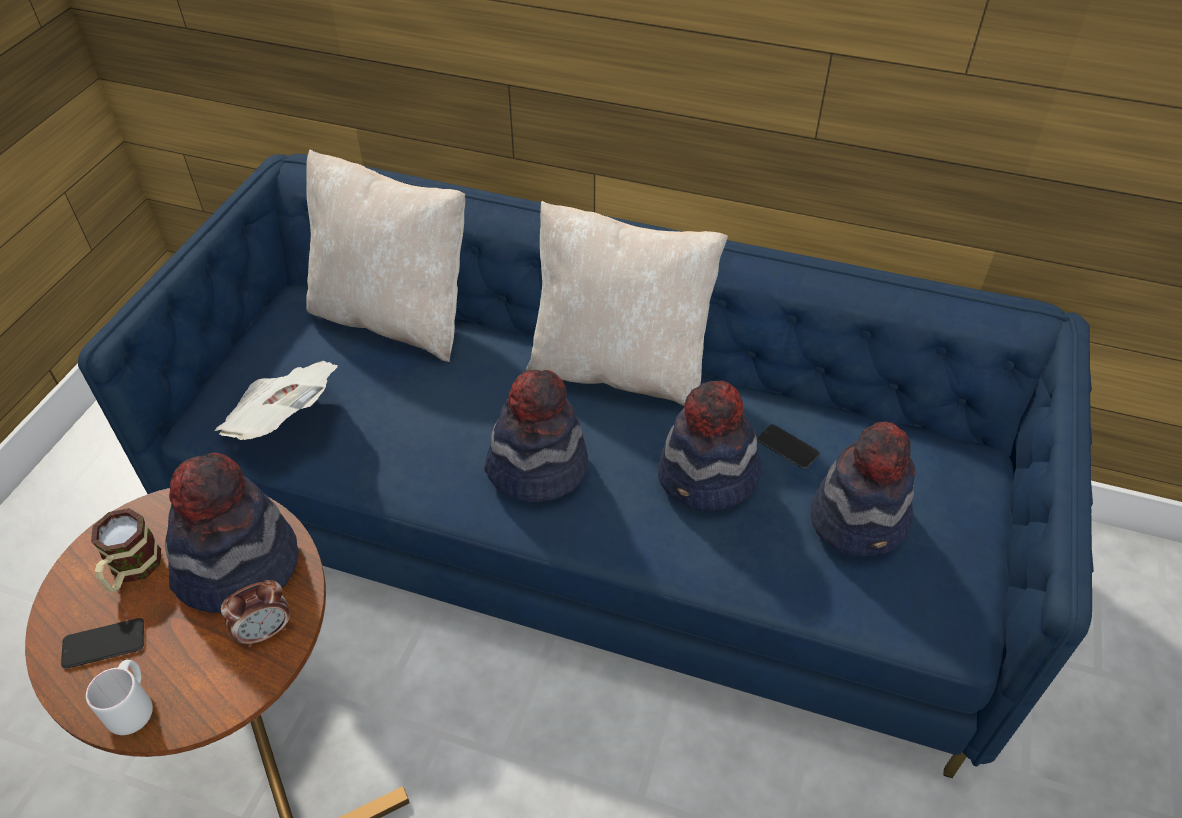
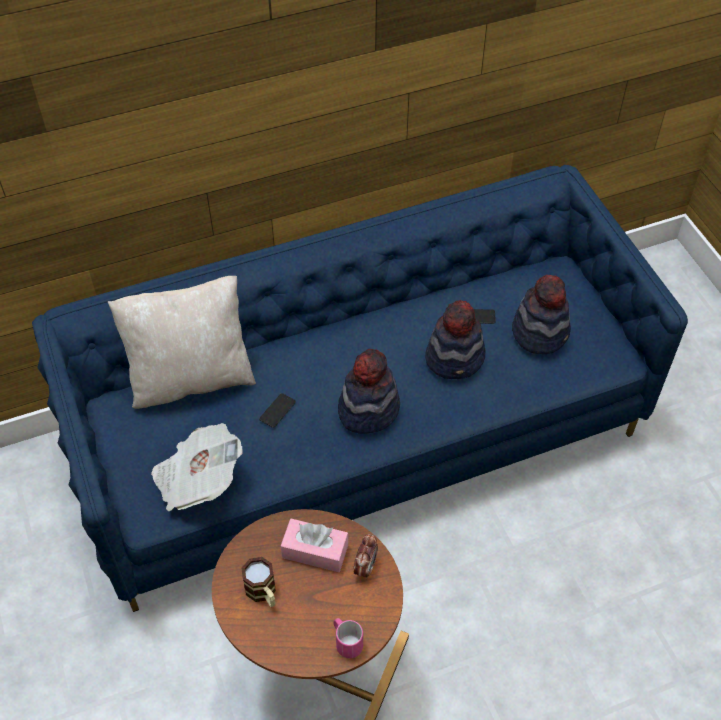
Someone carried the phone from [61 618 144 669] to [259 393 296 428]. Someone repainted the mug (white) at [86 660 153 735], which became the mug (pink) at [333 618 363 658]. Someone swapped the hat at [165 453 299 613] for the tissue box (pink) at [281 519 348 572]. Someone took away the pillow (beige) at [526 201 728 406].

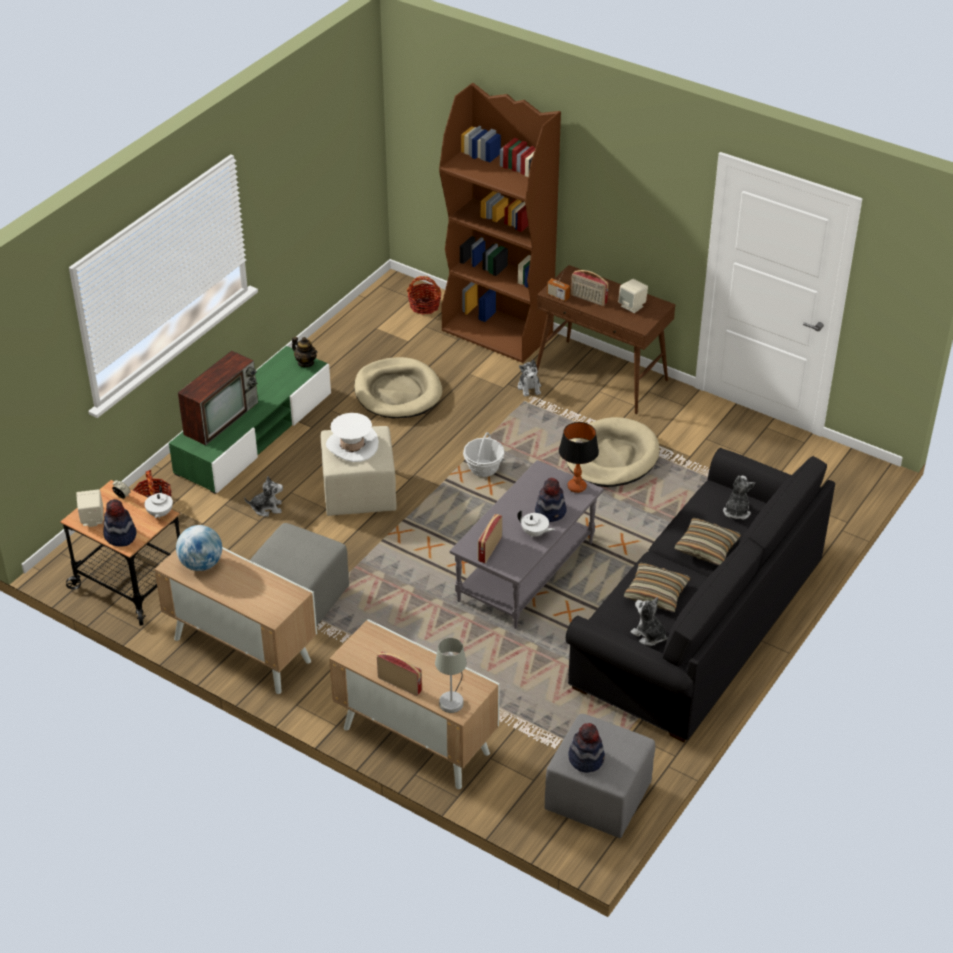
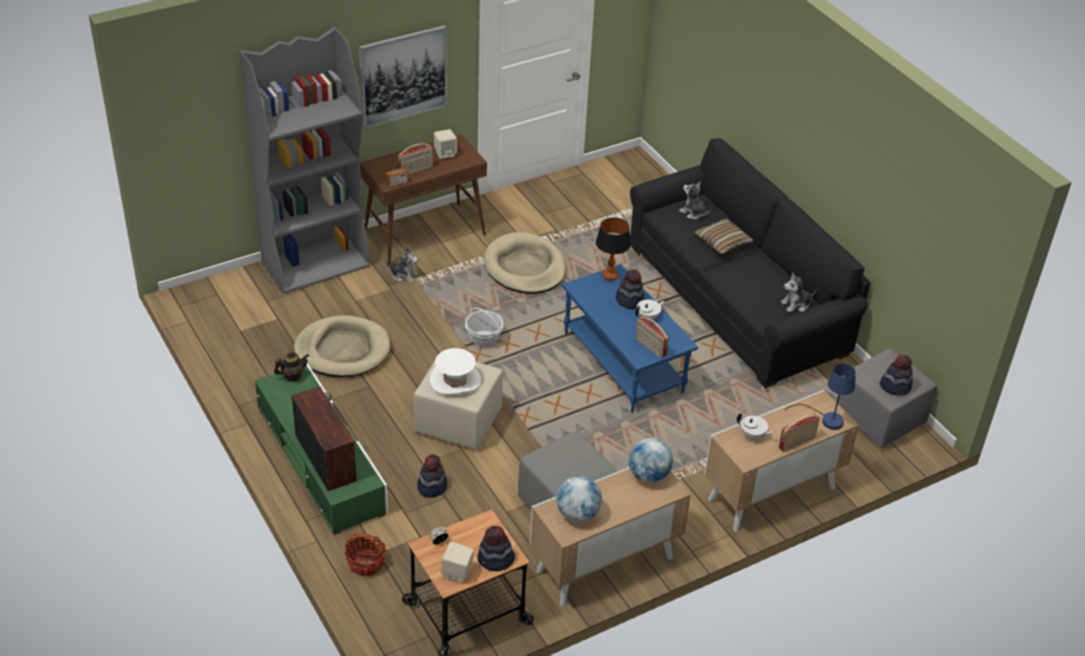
Someone carried the teapot (white) from [144 485 173 519] to [737 413 775 439]. Someone swapped the plush toy at [244 476 283 517] for the hat at [417 454 448 498]. Someone took away the basket at [407 276 441 314]. Someone repainted the table lamp (grey) at [435 638 467 713], which became the table lamp (blue) at [784 364 856 430]. Someone repainted the bookcase (brown) at [439 83 561 363], which became the bookcase (grey) at [239 27 370 294]. Someone repainted the coffee table (grey) at [450 460 604 629], which became the coffee table (blue) at [562 264 698 413]. Someone took away the pillow at [624 562 691 612]. Someone put up the picture at [359 25 447 129]. Someone put down the globe at [628 438 673 483].

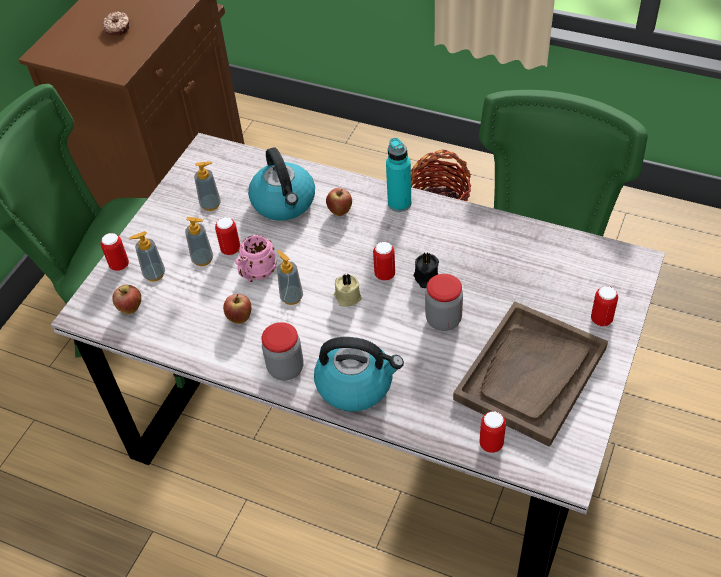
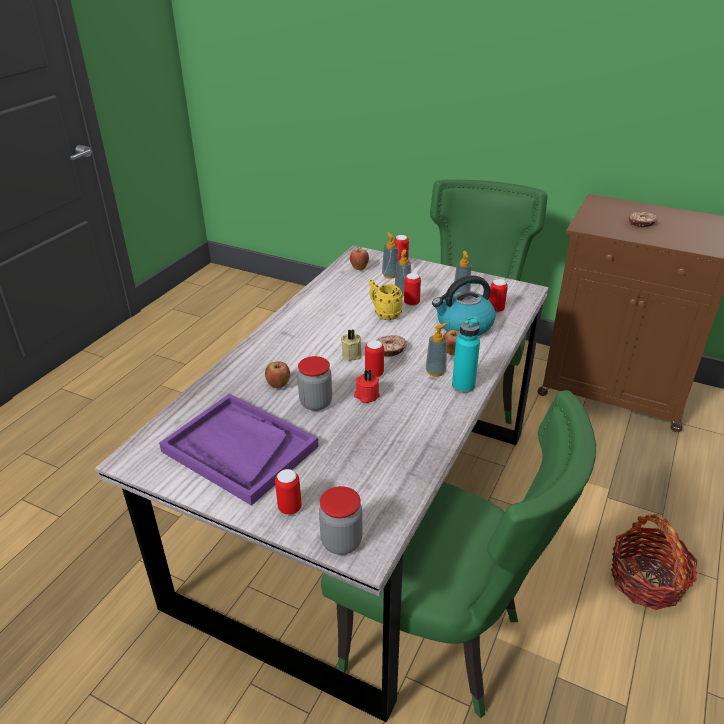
Someone carried the apple from [223 294 251 324] to [265 361 290 388]. Someone repainted the mug (pink) at [235 235 277 282], which became the mug (yellow) at [369 280 403 320]. Someone carried the jar from [261 322 304 381] to [319 486 362 555]. Someone carried the soap dispenser from [277 250 303 305] to [426 323 448 377]. Someone took away the kettle at [314 337 404 412]. Someone repainted the candle (black) at [414 253 439 288], which became the candle (red) at [354 369 380 403]. Someone repainted the tray (brown) at [453 301 608 447], which became the tray (purple) at [159 393 319 506]. Someone carried the can from [479 411 506 453] to [489 279 508 313]. Someone put down the donut at [377 335 407 357].

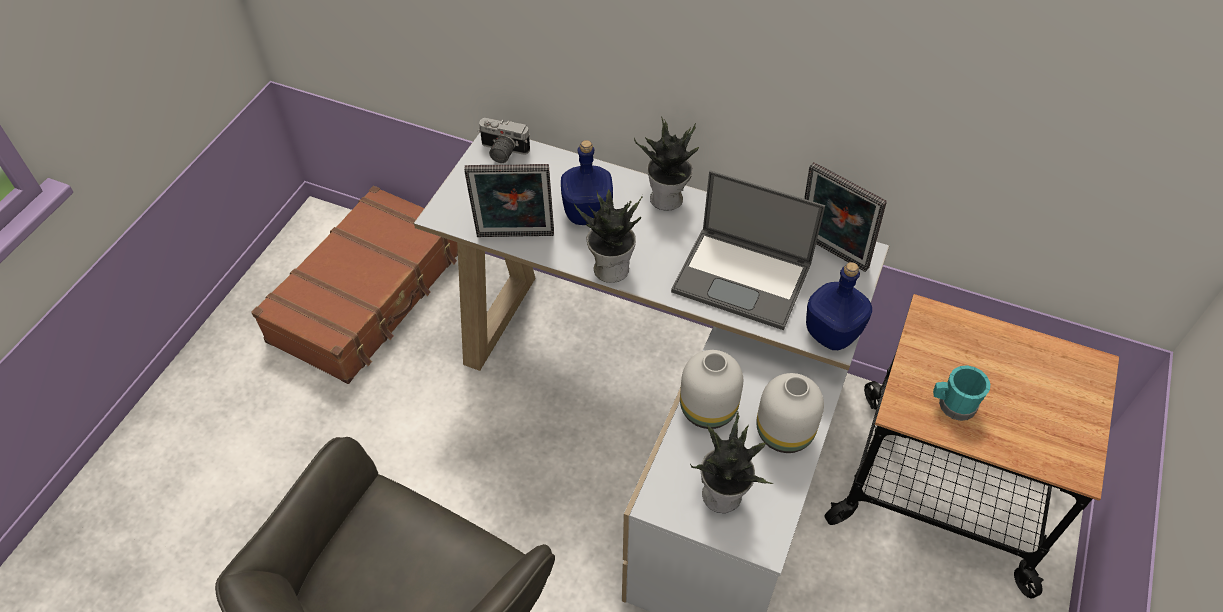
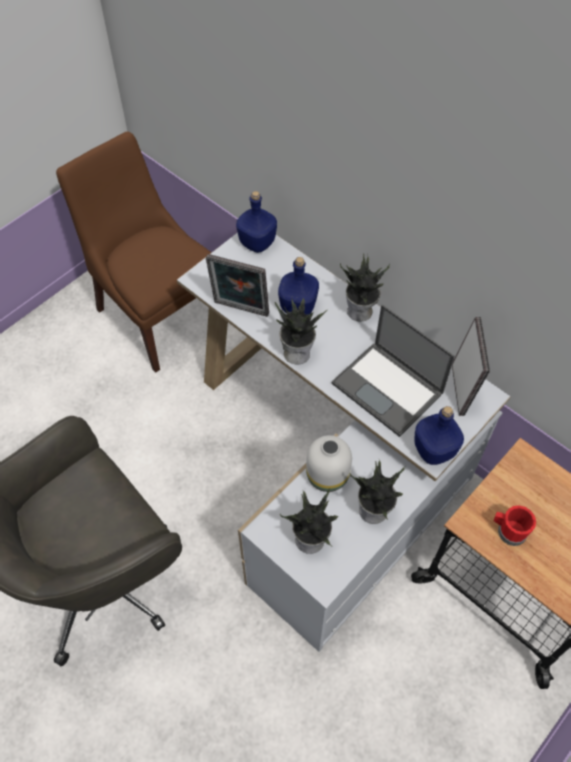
Someone swapped the suitcase (brown) at [251 186 458 384] for the chair (brown) at [56 132 212 373]. Someone swapped the photo camera at [478 118 530 163] for the bottle (blue) at [236 191 277 253]. Someone swapped the vase (white) at [756 373 824 453] for the potted plant at [350 460 405 524]. Someone rotated the picture frame at [804 162 887 272] by 150 degrees counterclockwise. Someone repainted the mug (turquoise) at [933 365 990 421], which became the mug (red) at [494 505 536 546].

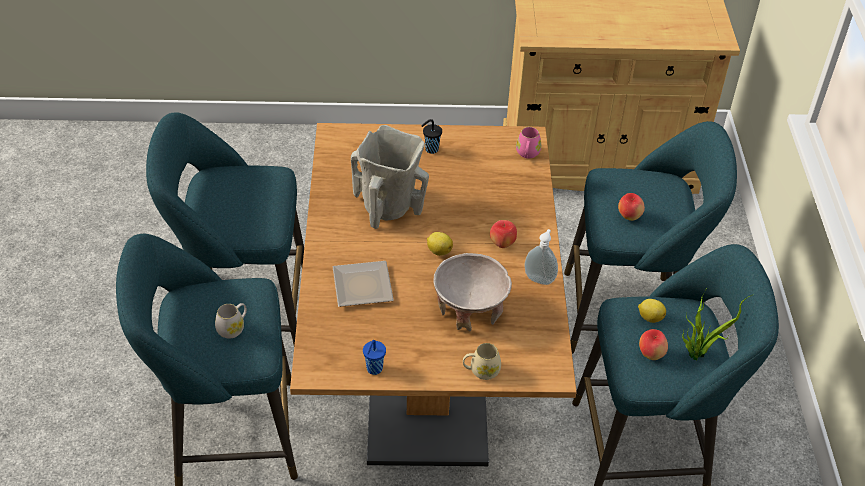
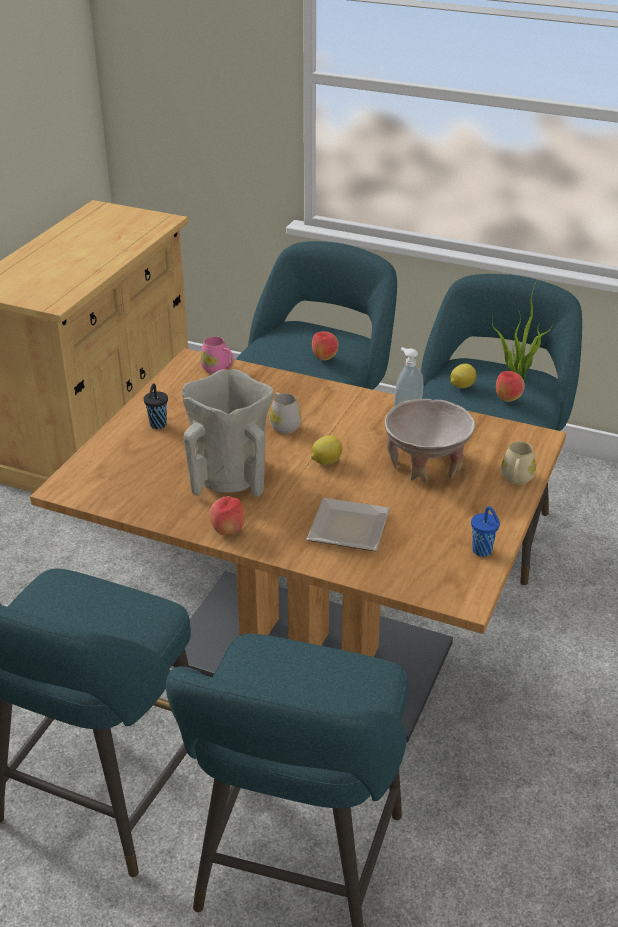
Someone carried the mug (white) from [215 303 247 339] to [269 393 301 433]. Someone carried the apple from [490 220 517 248] to [209 496 245 535].

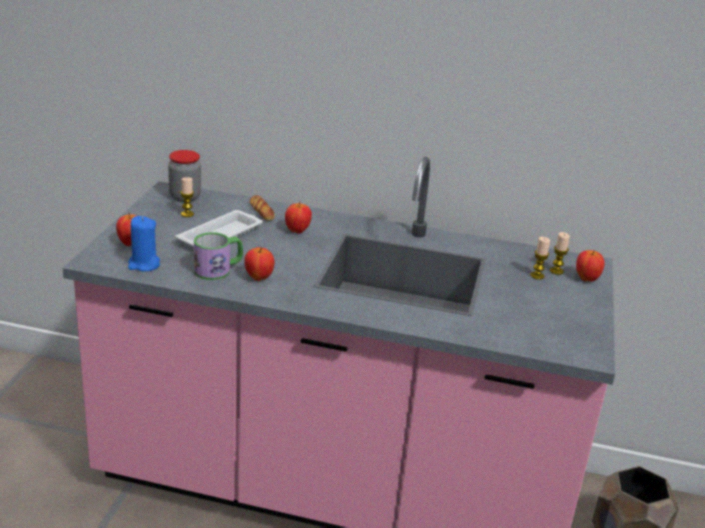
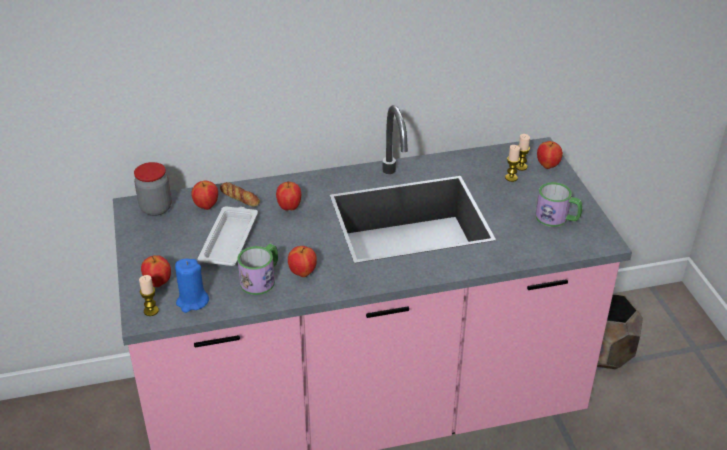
Someone carried the candle from [180 177 194 217] to [139 275 159 316]. Someone put down the apple at [191 180 218 210]. Someone put down the mug at [536 182 582 227].

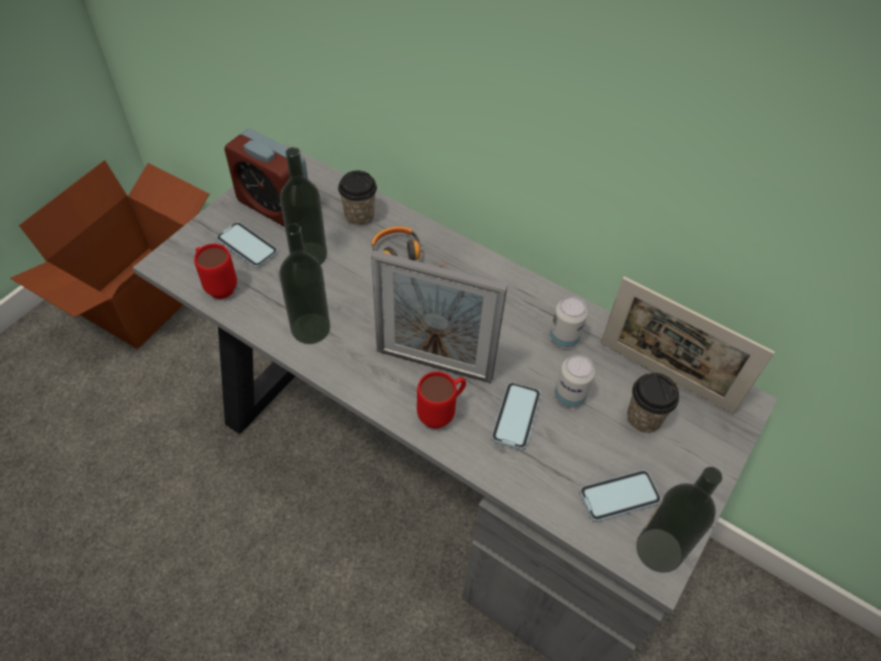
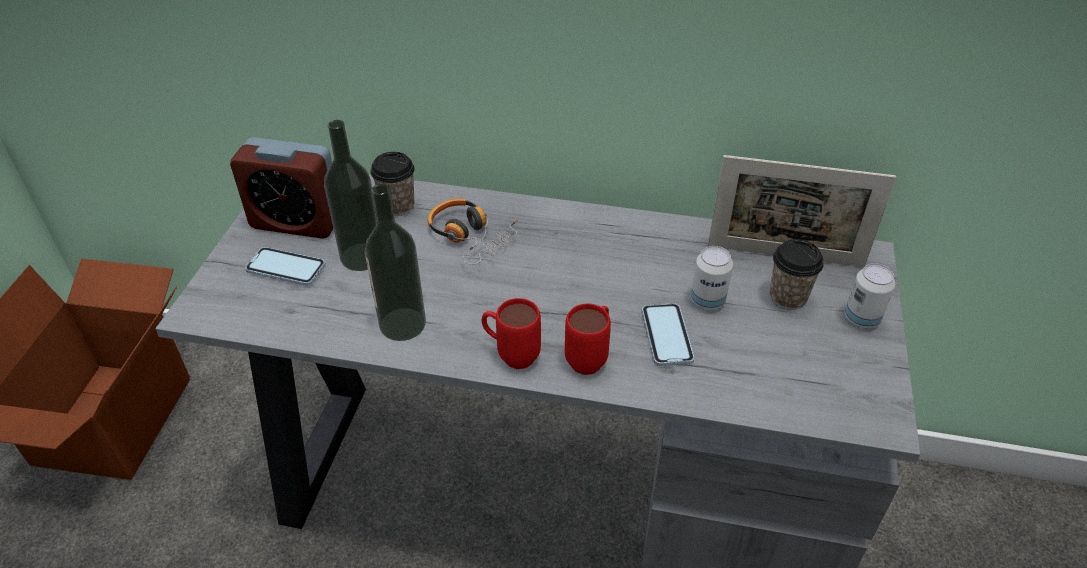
Someone carried the mug (red) from [194 244 237 299] to [481 298 541 369]. Someone took away the picture frame at [371 250 508 383]. Someone carried the can from [550 296 588 348] to [845 263 895 328]. Someone took away the phone at [579 470 661 522]. Someone took away the bottle at [636 467 722 573].

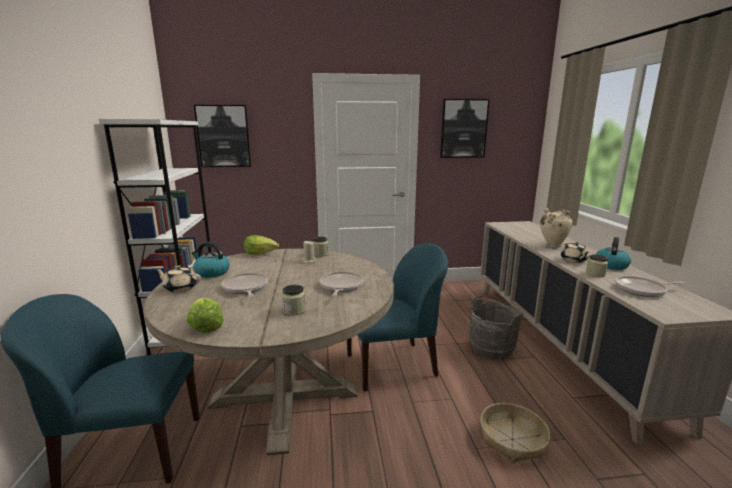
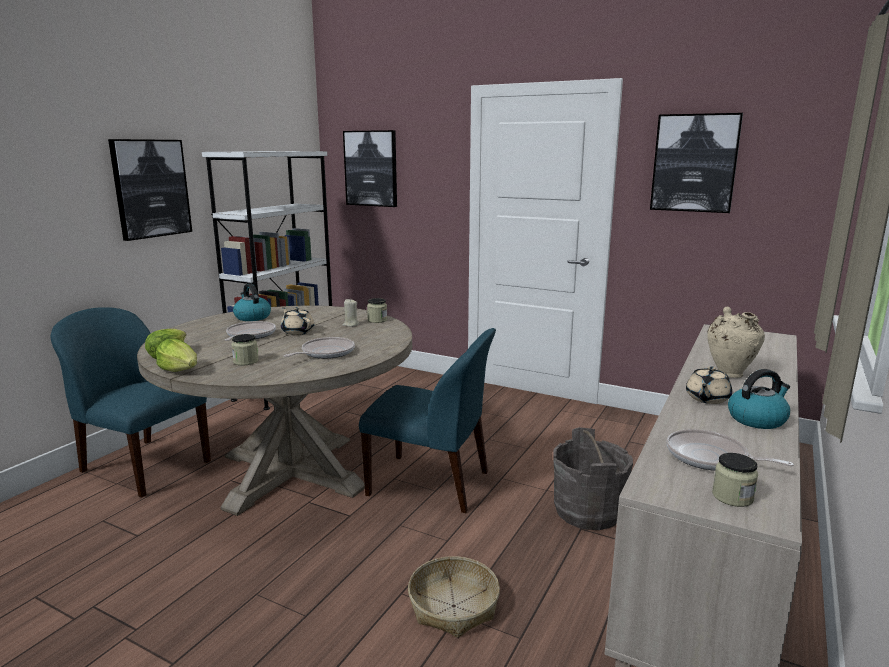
Someone carried the teapot (beige) from [156 265 201 293] to [281 307 314 335]. Someone carried the lettuce from [244 235 279 255] to [156 339 197 372]. Someone carried the jar from [586 255 608 277] to [712 453 758 507]. Someone put up the picture at [108 139 192 241].

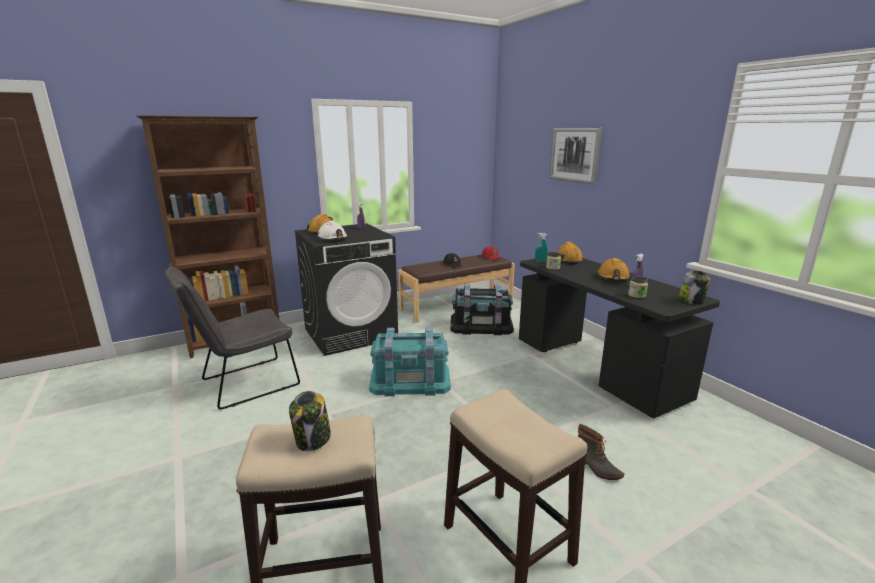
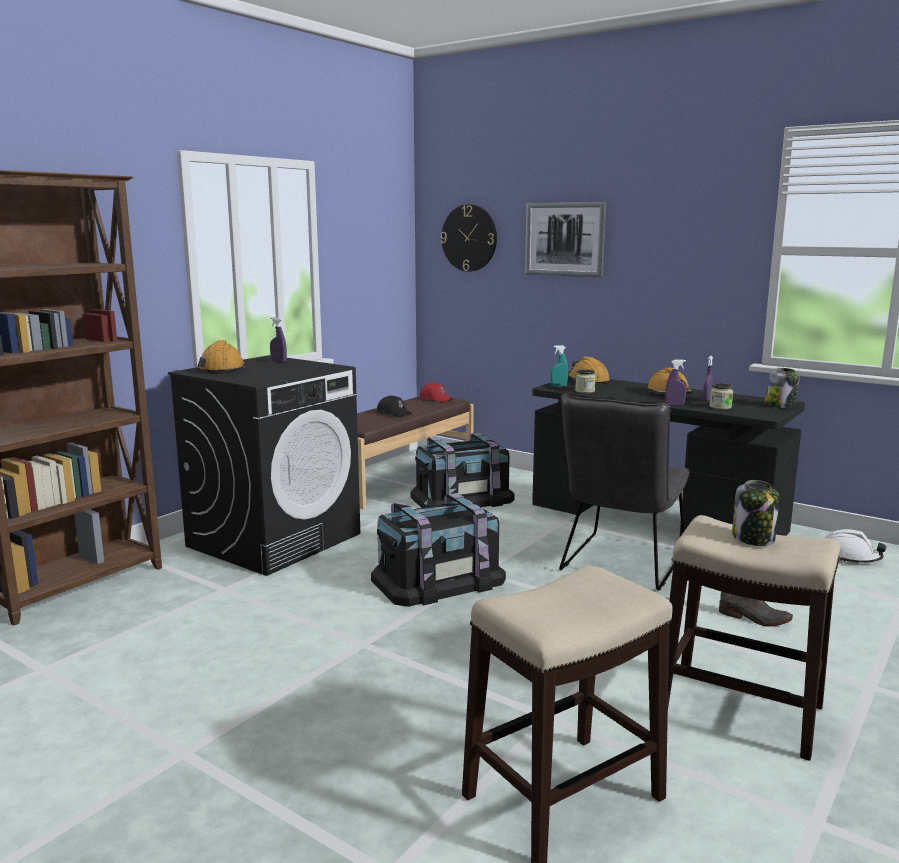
Someone carried the chair (grey) from [165 266 300 410] to [559 394 690 590]. Someone carried the jar from [289 391 331 451] to [732 480 779 546]. Someone carried the hard hat (white) from [318 221 348 240] to [824 529 887 563]. Someone repainted the storage box (turquoise) at [369 327 451 396], which became the storage box (black) at [371 493 506 607]. Someone put up the wall clock at [440 204 497 272]. Someone put down the spray bottle (purple) at [665 360 686 406].

